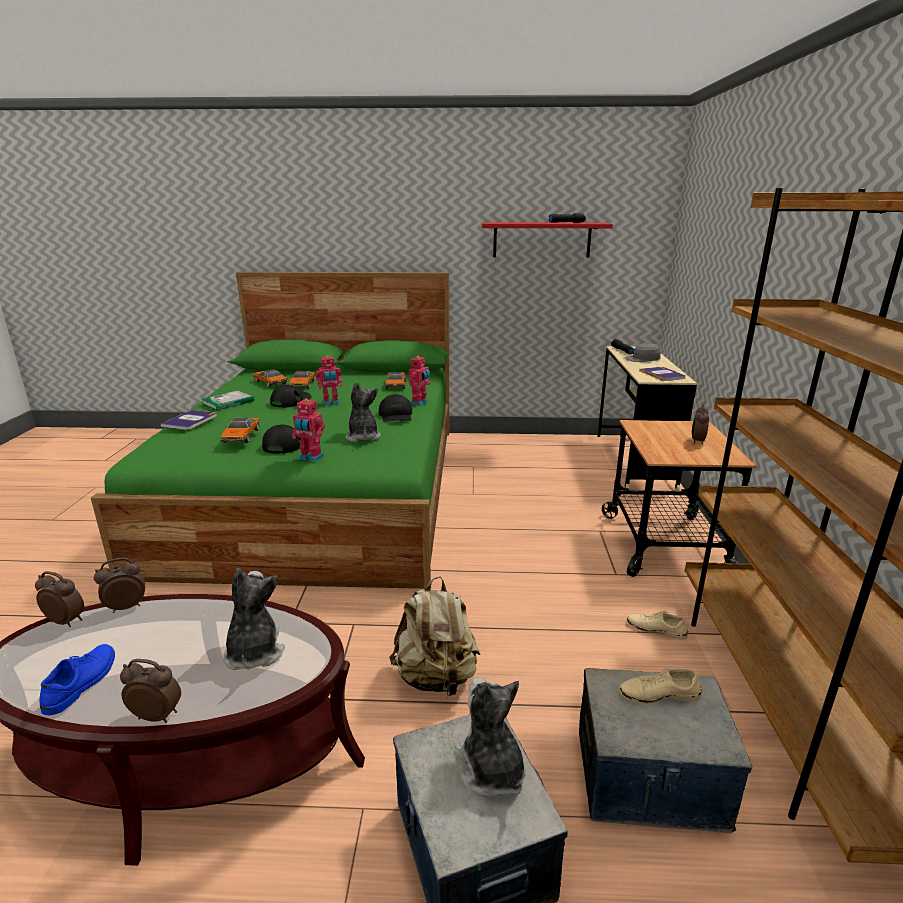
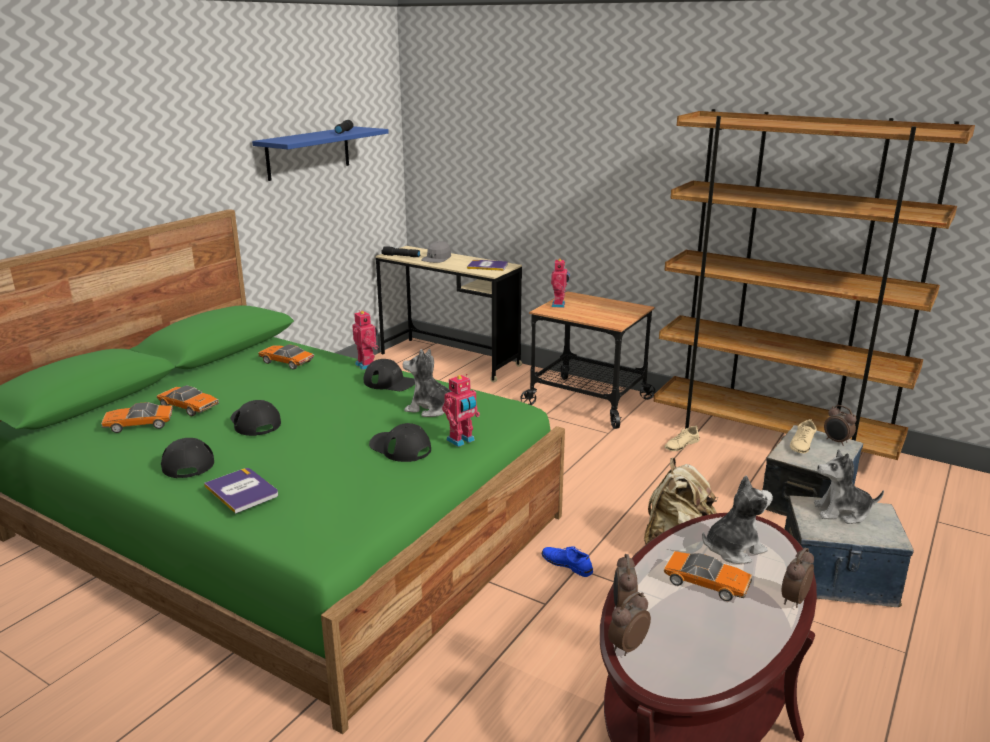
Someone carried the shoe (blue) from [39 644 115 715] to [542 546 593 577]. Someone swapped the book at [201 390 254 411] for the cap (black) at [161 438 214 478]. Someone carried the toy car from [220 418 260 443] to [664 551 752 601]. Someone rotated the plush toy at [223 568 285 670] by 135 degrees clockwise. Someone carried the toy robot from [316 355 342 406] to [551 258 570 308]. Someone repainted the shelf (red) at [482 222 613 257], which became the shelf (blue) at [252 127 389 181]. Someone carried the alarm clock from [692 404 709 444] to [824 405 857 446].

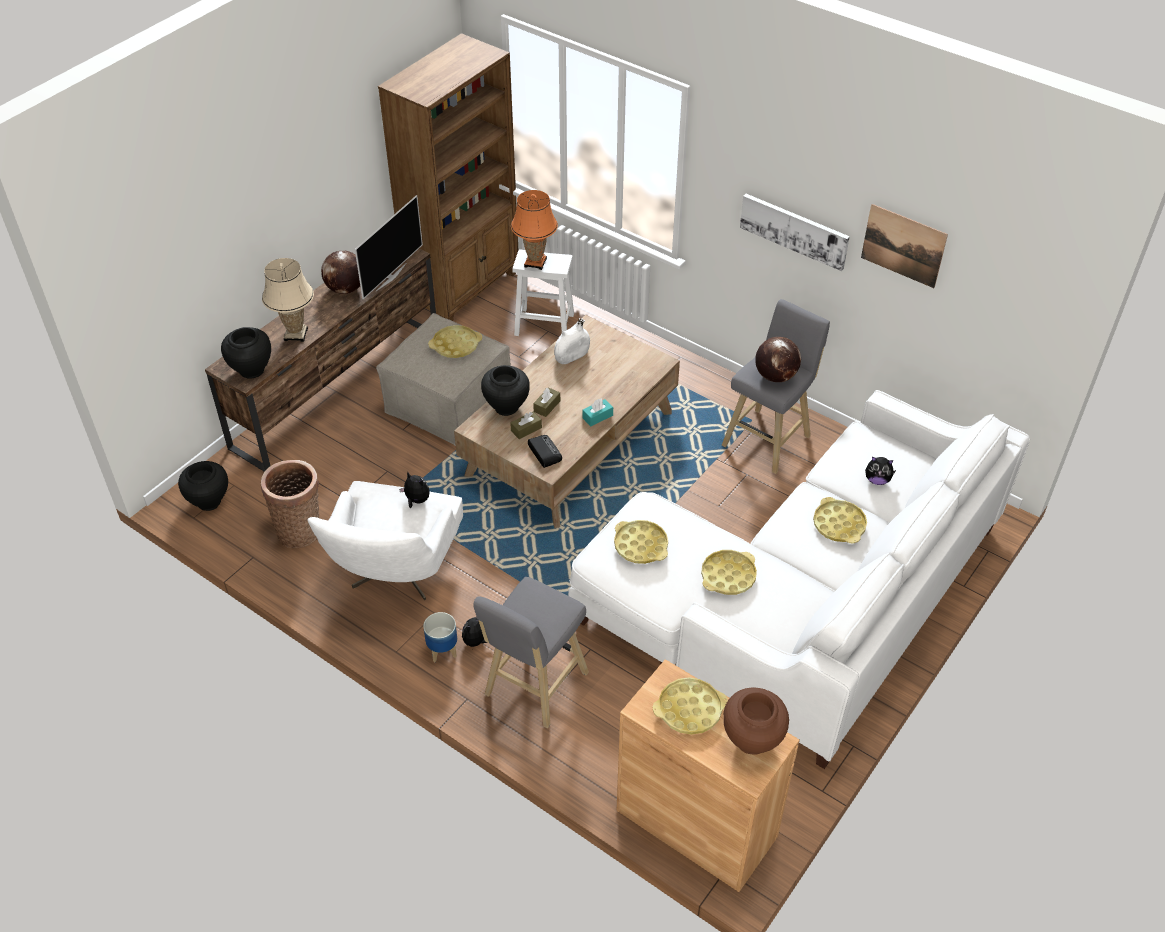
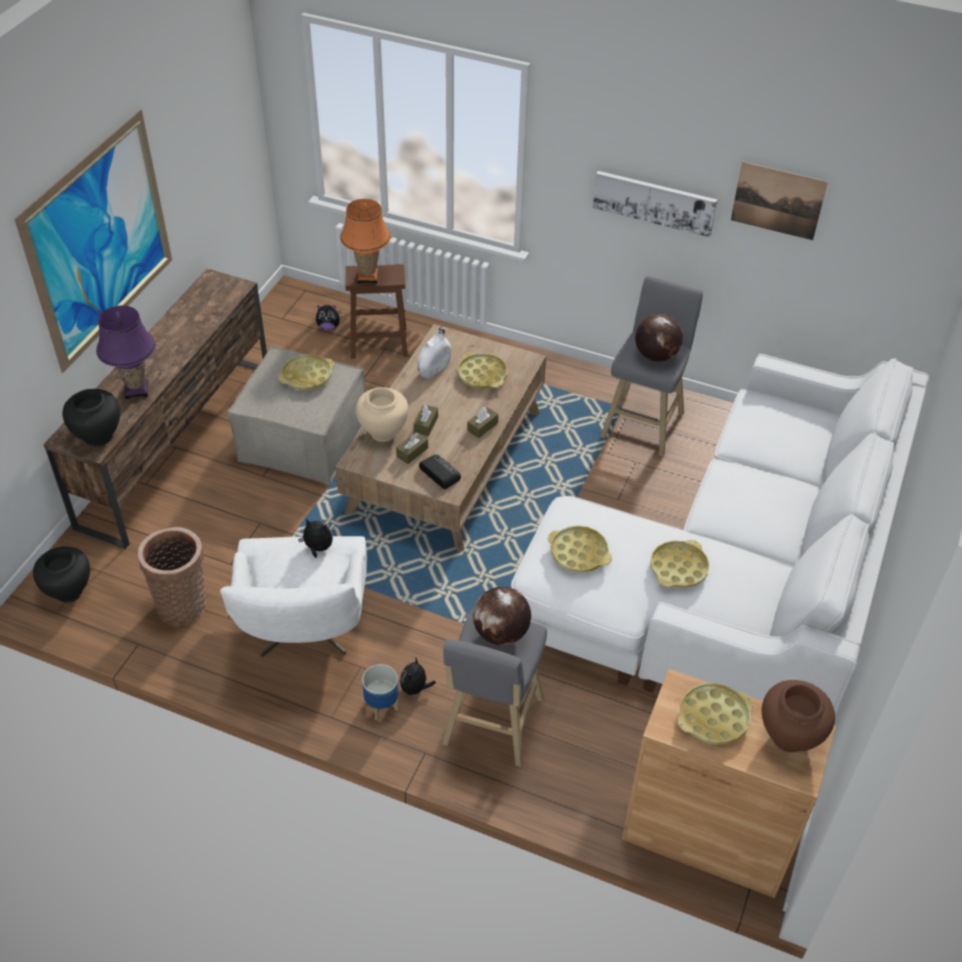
Someone repainted the table lamp (beige) at [262 258 314 342], which became the table lamp (purple) at [96 305 156 399]. Someone carried the globe from [321 251 360 294] to [473 587 531 646]. Someone took away the television at [355 195 423 299]. Someone took away the bookcase (brown) at [378 33 518 321]. Someone repainted the vase (black) at [481 365 530 416], which became the vase (beige) at [356 387 409 442]. Someone repainted the stool (white) at [513 249 574 336], which became the stool (brown) at [345 264 408 359]. Someone repainted the tissue box (turquoise) at [583 398 613 426], which became the tissue box (brown) at [467 407 498 438]. Someone carried the tray (yellow) from [813 497 867 543] to [458 352 507 389]. Someone carried the plush toy from [865 456 896 485] to [316 305 342 330]. Someone put up the picture at [14 109 172 373].

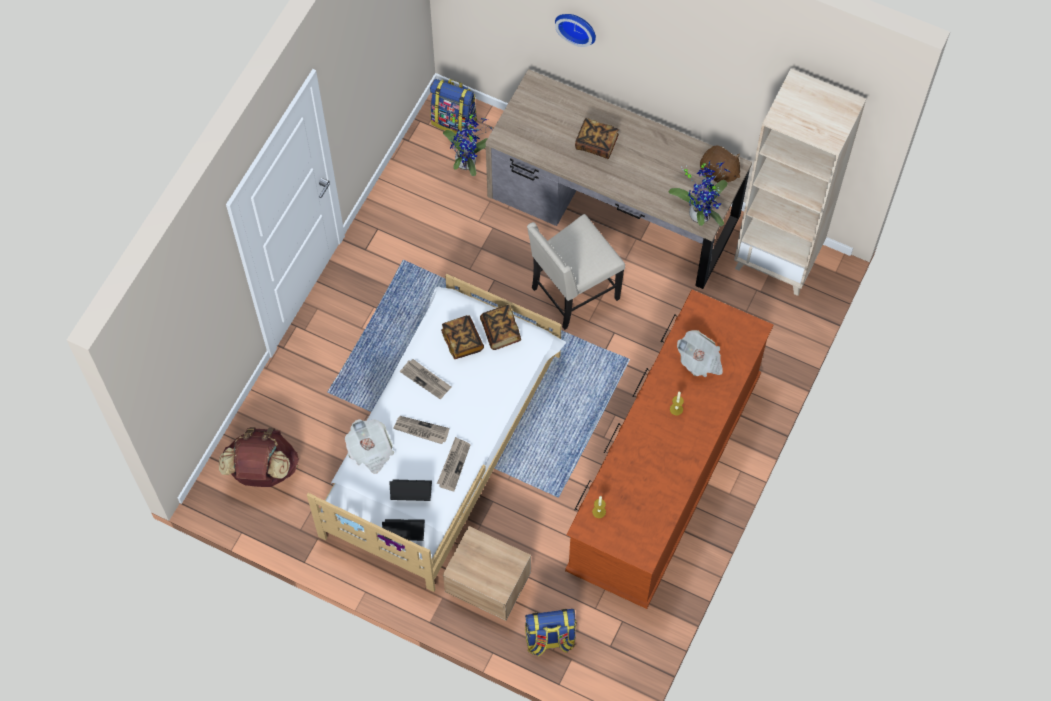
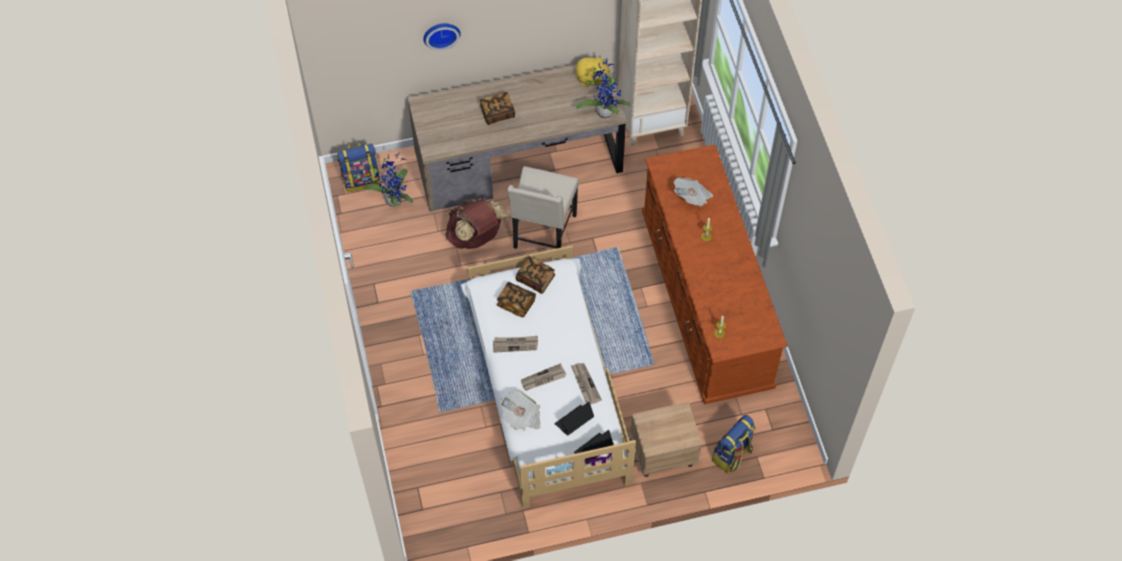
Someone carried the backpack (brown) from [219 427 299 487] to [445 199 507 249]. Someone repainted the plush toy (brown) at [700 145 740 183], which became the plush toy (yellow) at [575 55 611 87].

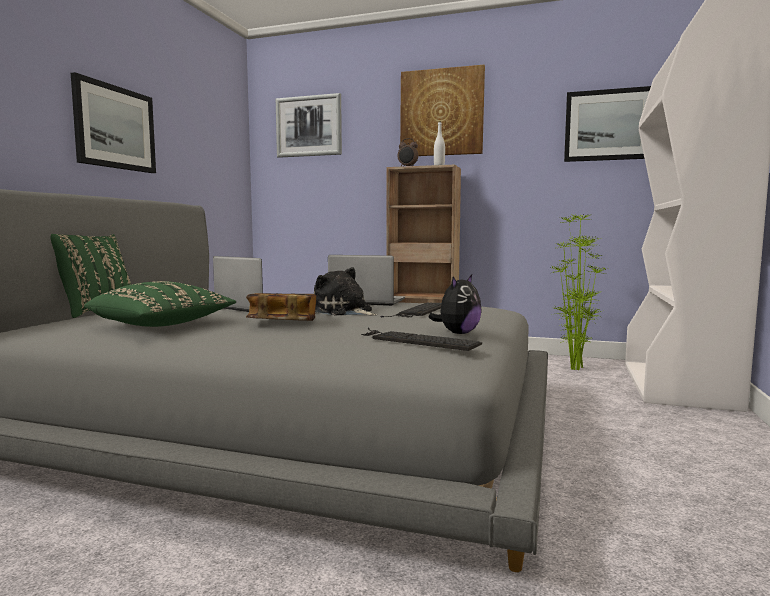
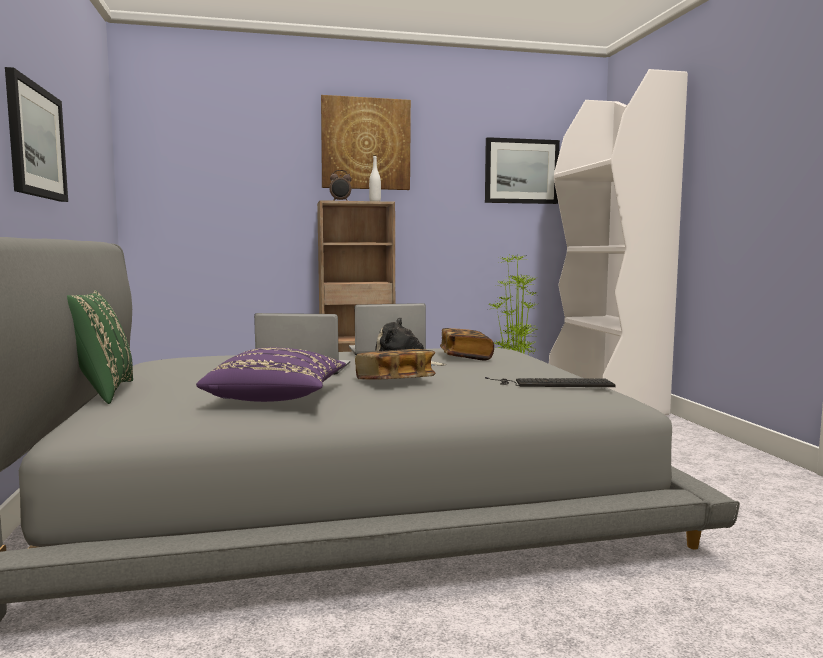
Someone repainted the pillow (green) at [84 281 236 327], which became the pillow (purple) at [196 347 346 402]. Someone took away the picture at [276 93 342 158]. Someone swapped the keyboard at [380 303 442 318] for the book at [440 328 494 361]. Someone took away the plush toy at [428 275 482 334].

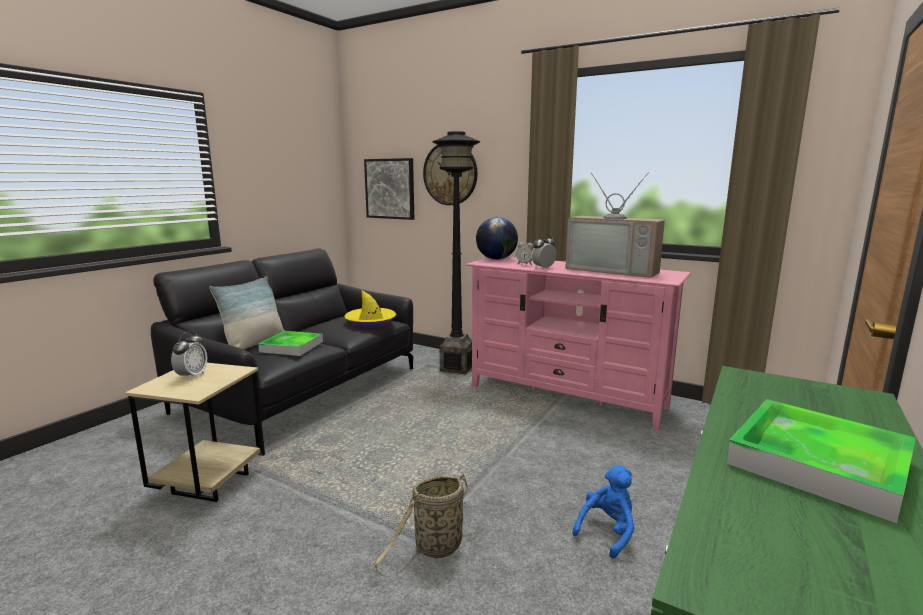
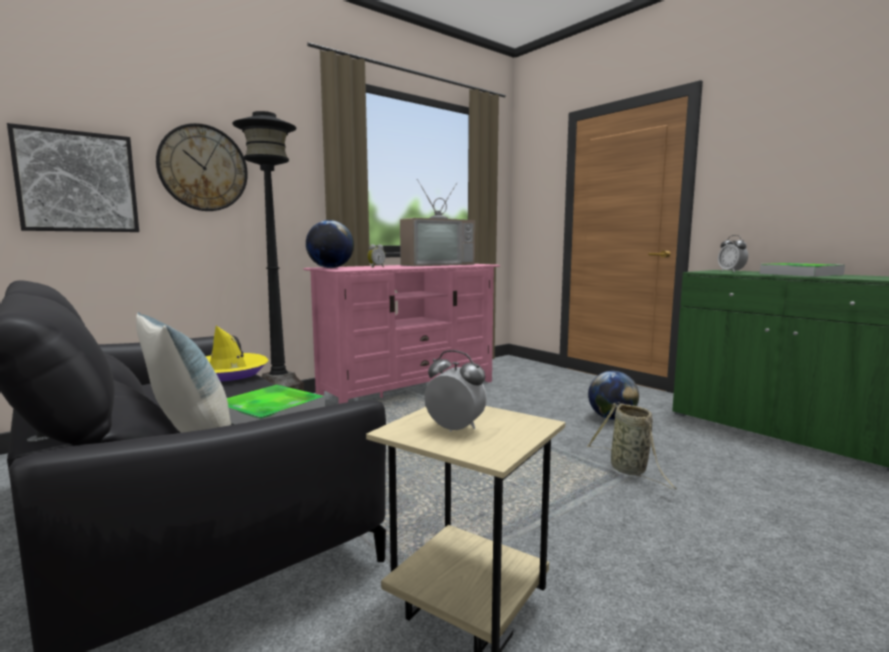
Someone carried the alarm clock from [532 234 557 268] to [718 235 748 272]. Someone swapped the plush toy (blue) at [572 465 635 559] for the globe at [588 371 639 420].

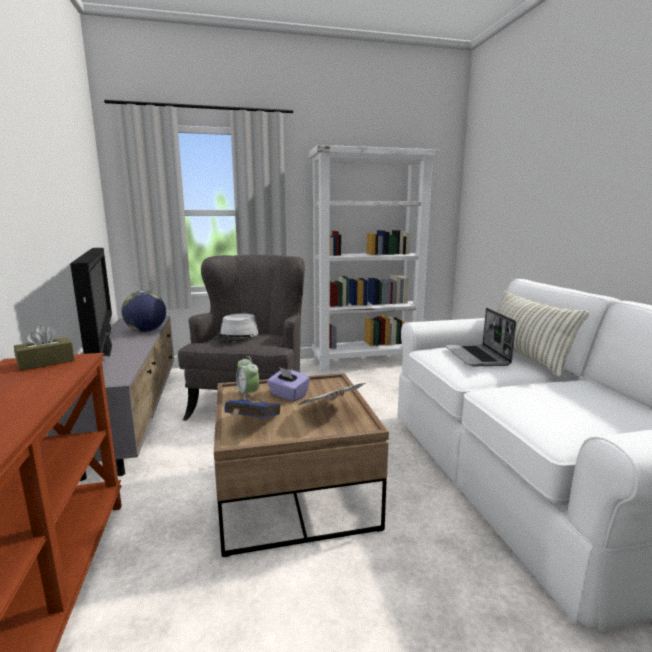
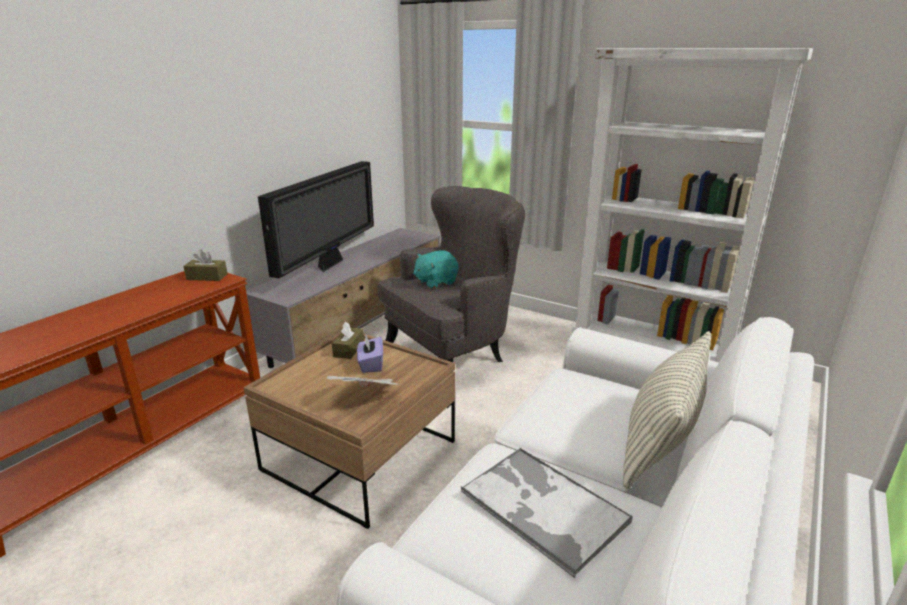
Someone took away the globe at [121 291 166 332]. Someone swapped the hat (grey) at [215 313 258 341] for the plush toy (turquoise) at [413 250 458 288]. Someone took away the book (blue) at [224 399 281 418]. Someone swapped the alarm clock at [236 356 259 400] for the tissue box (brown) at [332 322 364 359]. Someone took away the laptop at [445 308 516 366]. Someone put down the tray at [461 447 633 578].

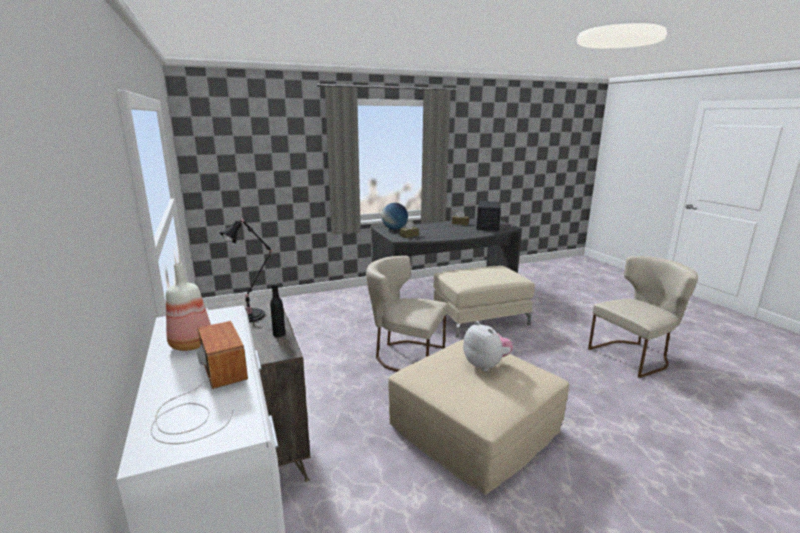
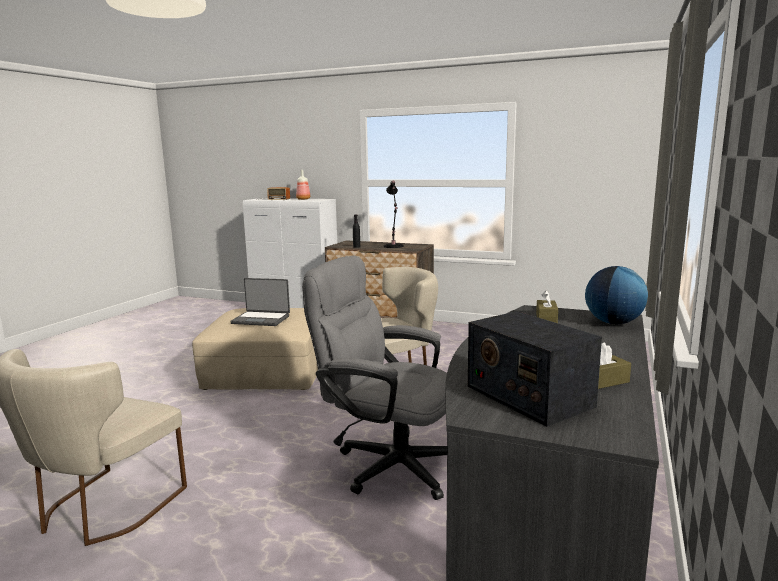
Someone swapped the ottoman (beige) at [433 266 535 338] for the office chair (grey) at [302 255 447 500]. Someone swapped the plush toy at [463 321 513 372] for the laptop at [230 278 290 326].

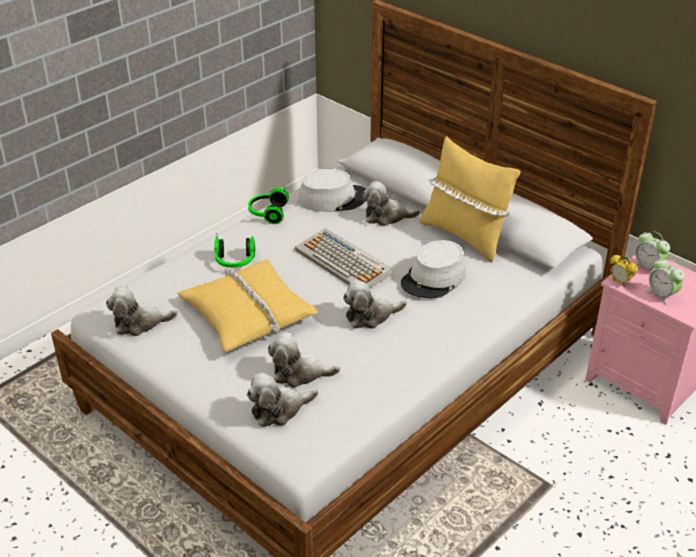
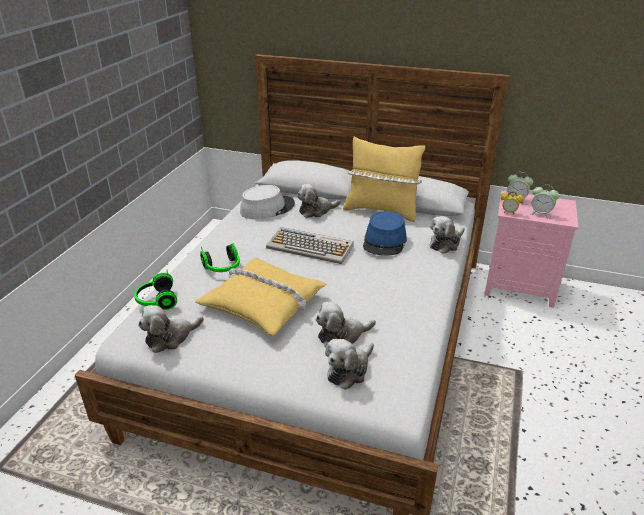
Someone carried the headphones from [248 186 289 224] to [134 271 177 310]. Someone carried the plush toy from [343 280 407 329] to [430 216 465 254]. Someone repainted the hat (grey) at [401 240 466 298], which became the hat (blue) at [363 211 407 256].

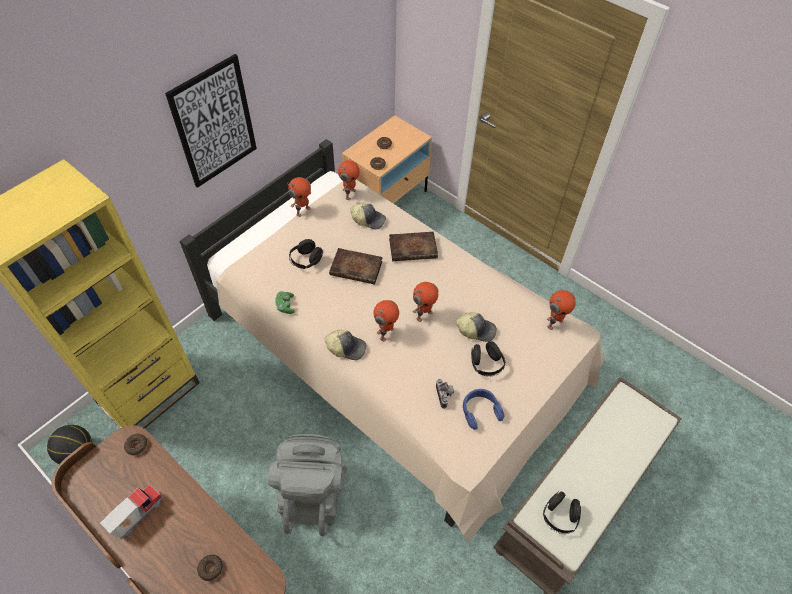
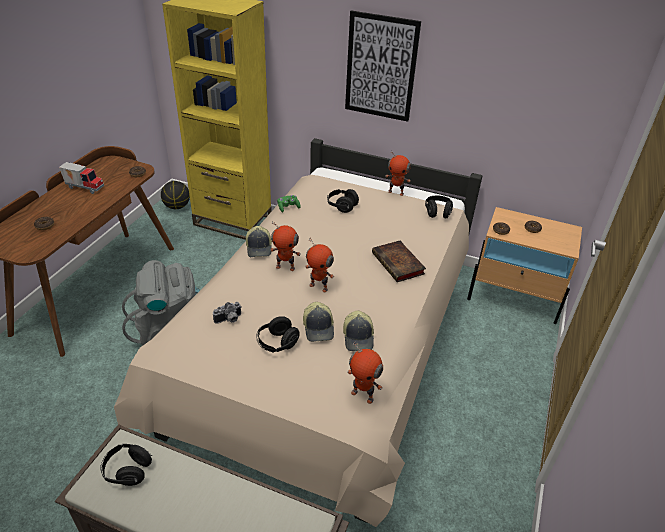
Someone took away the book at [329 248 383 285]. Someone swapped the toy robot at [338 160 360 200] for the headphones (black) at [425 196 453 219]. Someone carried the cap from [350 203 386 229] to [343 311 374 351]. Someone took away the headphones (blue) at [463 389 504 430].

